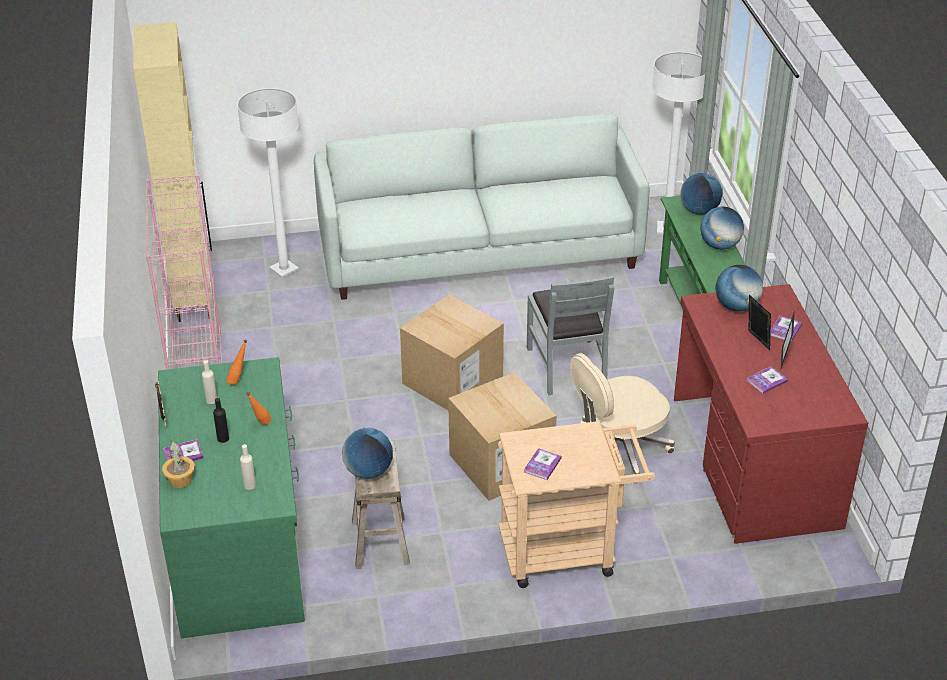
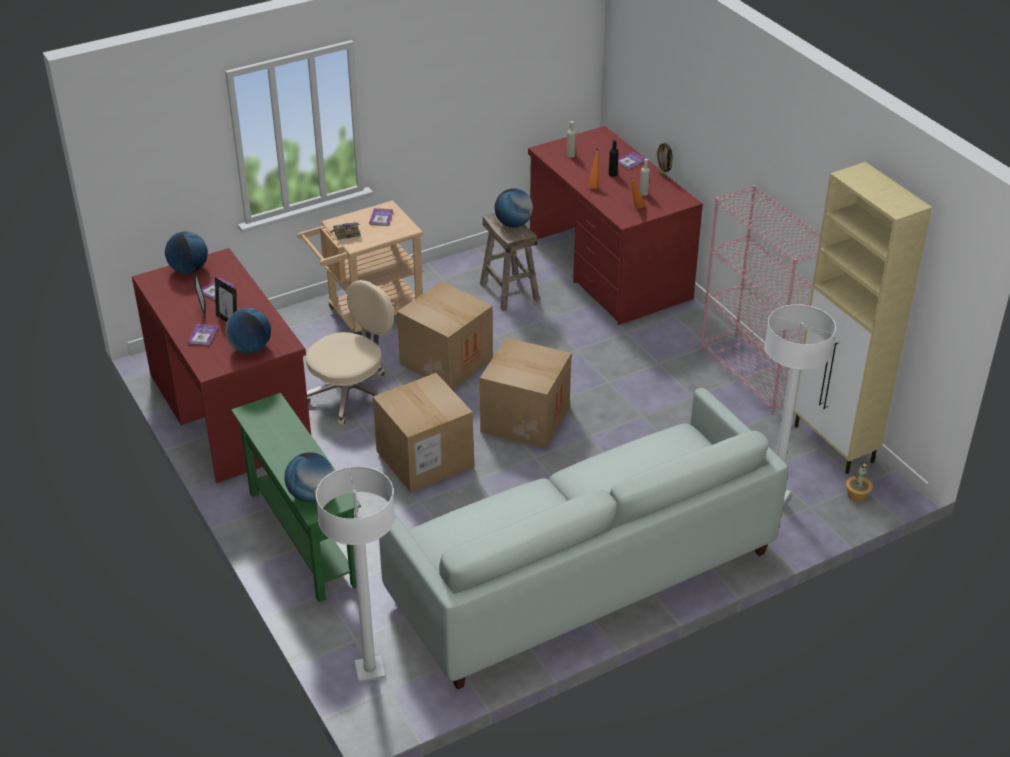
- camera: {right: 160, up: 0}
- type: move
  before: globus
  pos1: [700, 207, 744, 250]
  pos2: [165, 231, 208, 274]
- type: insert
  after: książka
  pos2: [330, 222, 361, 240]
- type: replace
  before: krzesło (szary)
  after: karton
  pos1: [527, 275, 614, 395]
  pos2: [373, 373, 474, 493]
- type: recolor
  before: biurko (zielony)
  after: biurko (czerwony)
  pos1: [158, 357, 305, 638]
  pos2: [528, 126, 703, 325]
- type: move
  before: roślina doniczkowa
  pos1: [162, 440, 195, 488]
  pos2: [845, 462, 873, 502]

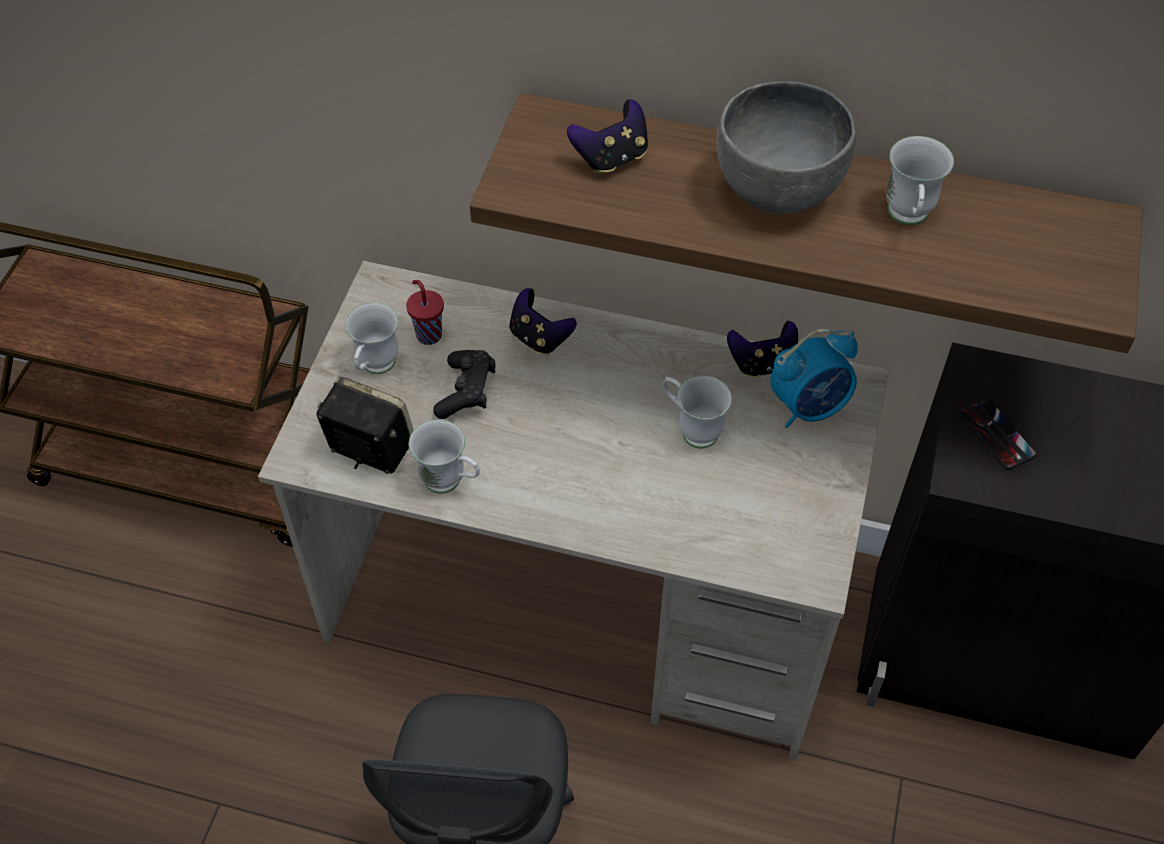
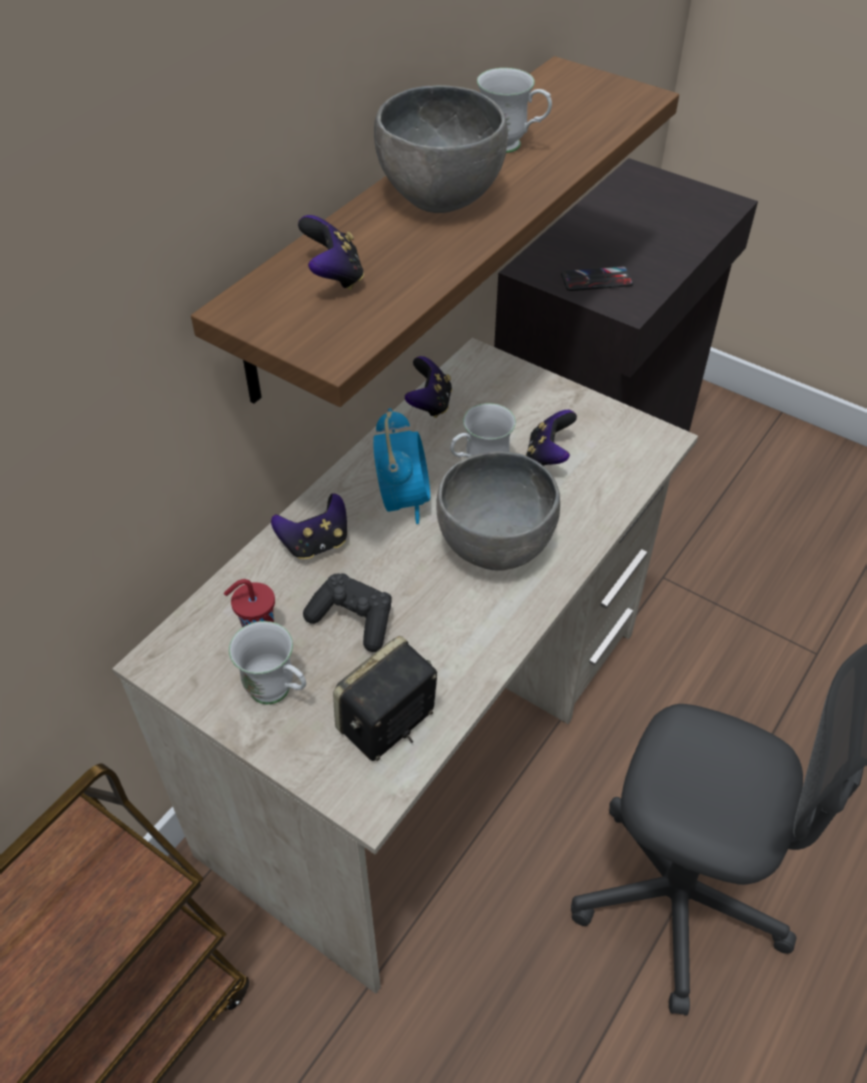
- camera: {right: -70, up: -5}
- type: move
  before: budzik
  pos1: [770, 329, 858, 428]
  pos2: [373, 408, 430, 524]
- type: insert
  after: miska (szary)
  pos2: [436, 451, 560, 571]
- type: insert
  after: pad do gier
  pos2: [526, 410, 577, 466]
- type: delete
  before: kubek (biały)
  pos1: [409, 419, 480, 494]

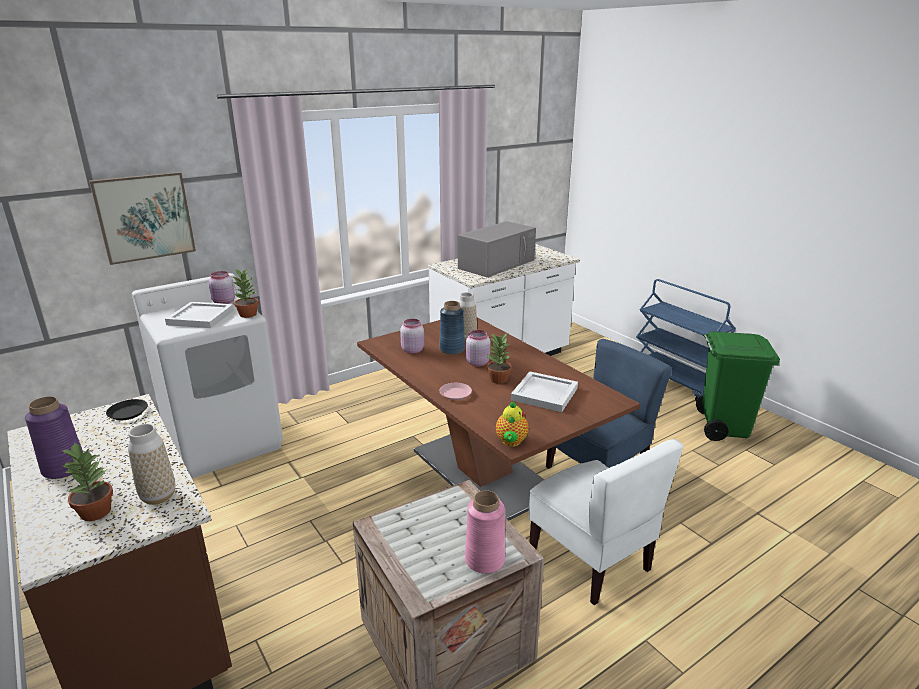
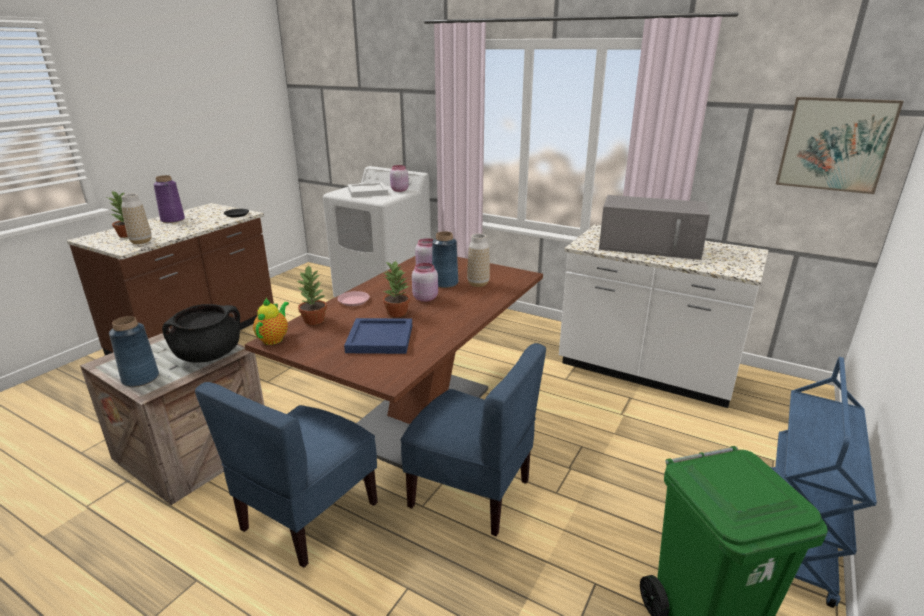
- camera: {right: 65, up: 0}
- type: recolor
  before: wazon (różowy)
  after: wazon (niebieski)
  pos1: [465, 490, 505, 574]
  pos2: [109, 316, 159, 387]
- type: insert
  after: garnek (czarny)
  pos2: [162, 304, 240, 363]
- type: recolor
  before: krzesło (biały)
  after: krzesło (niebieski)
  pos1: [529, 439, 683, 605]
  pos2: [195, 382, 378, 568]
- type: rotate
  before: imbryk
  pos1: [496, 401, 529, 447]
  pos2: [253, 298, 289, 345]
  turn: 120
- type: move
  before: roślina doniczkowa
  pos1: [233, 269, 259, 318]
  pos2: [297, 265, 327, 325]
- type: recolor
  before: taca (biały)
  after: taca (niebieski)
  pos1: [511, 371, 578, 412]
  pos2: [344, 318, 412, 354]
- type: move
  before: obraz
  pos1: [89, 172, 196, 265]
  pos2: [776, 97, 904, 194]

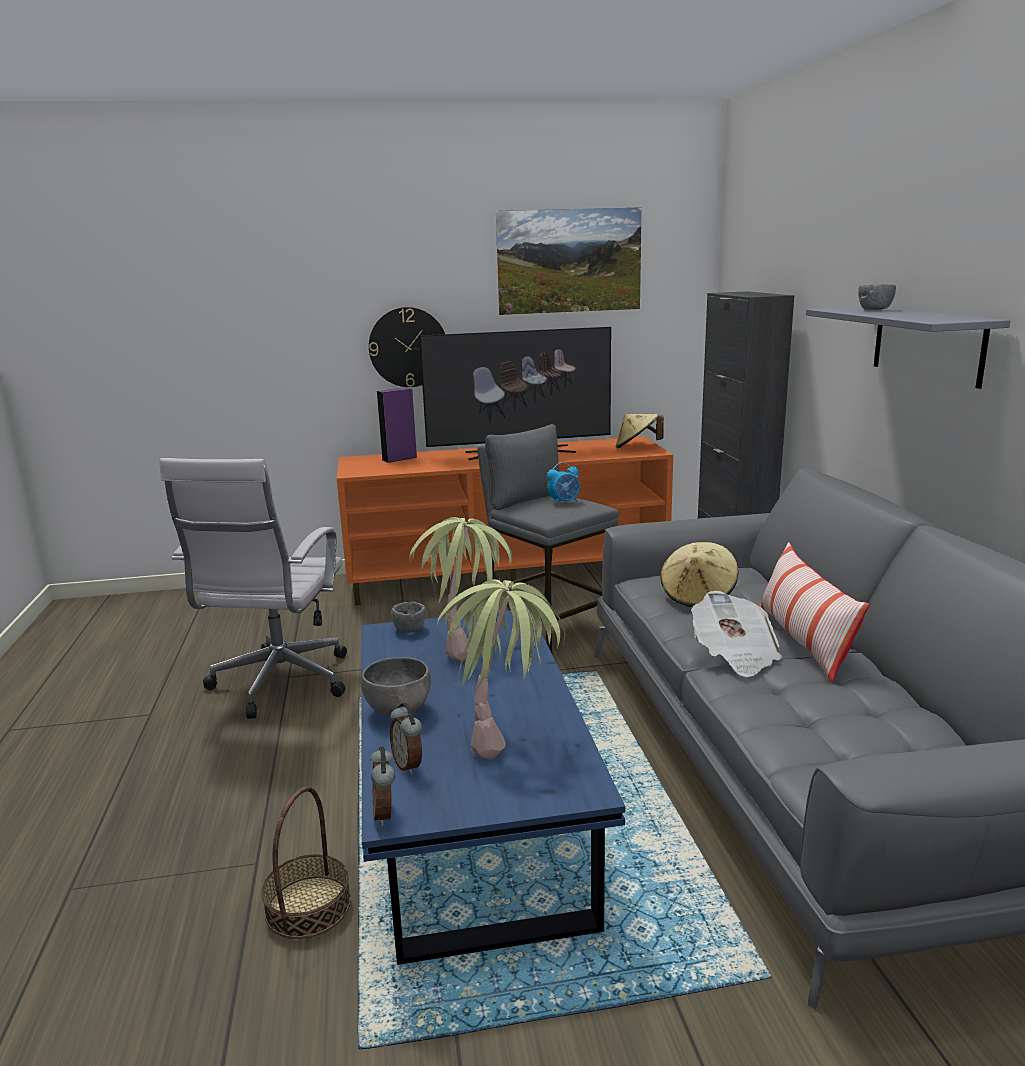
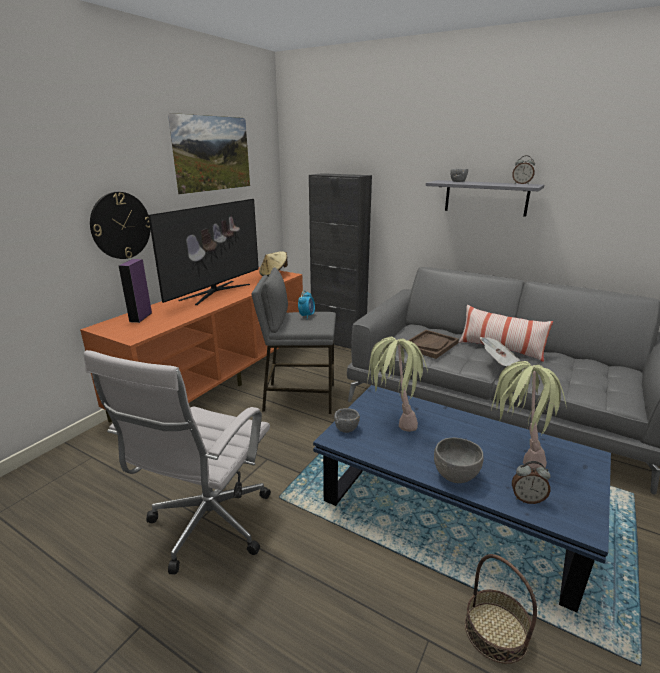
- camera: {right: -50, up: 5}
- type: rotate
  before: krzesło biurowe (biały)
  pos1: [159, 458, 347, 719]
  pos2: [84, 350, 271, 574]
  turn: 60
- type: replace
  before: kapelusz (beżowy)
  after: taca (brązowy)
  pos1: [660, 542, 738, 607]
  pos2: [402, 330, 459, 359]
- type: move
  before: budzik
  pos1: [369, 747, 395, 826]
  pos2: [512, 155, 535, 184]

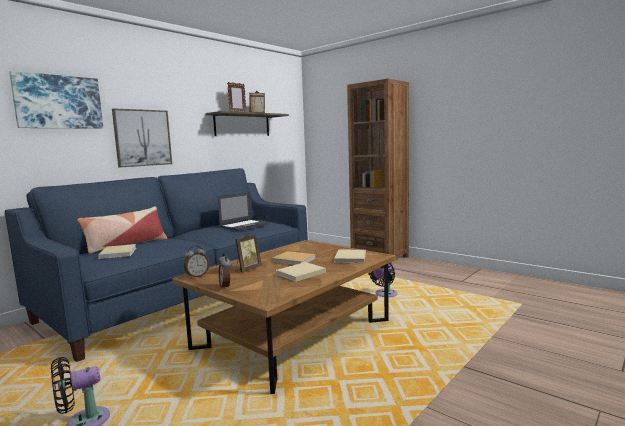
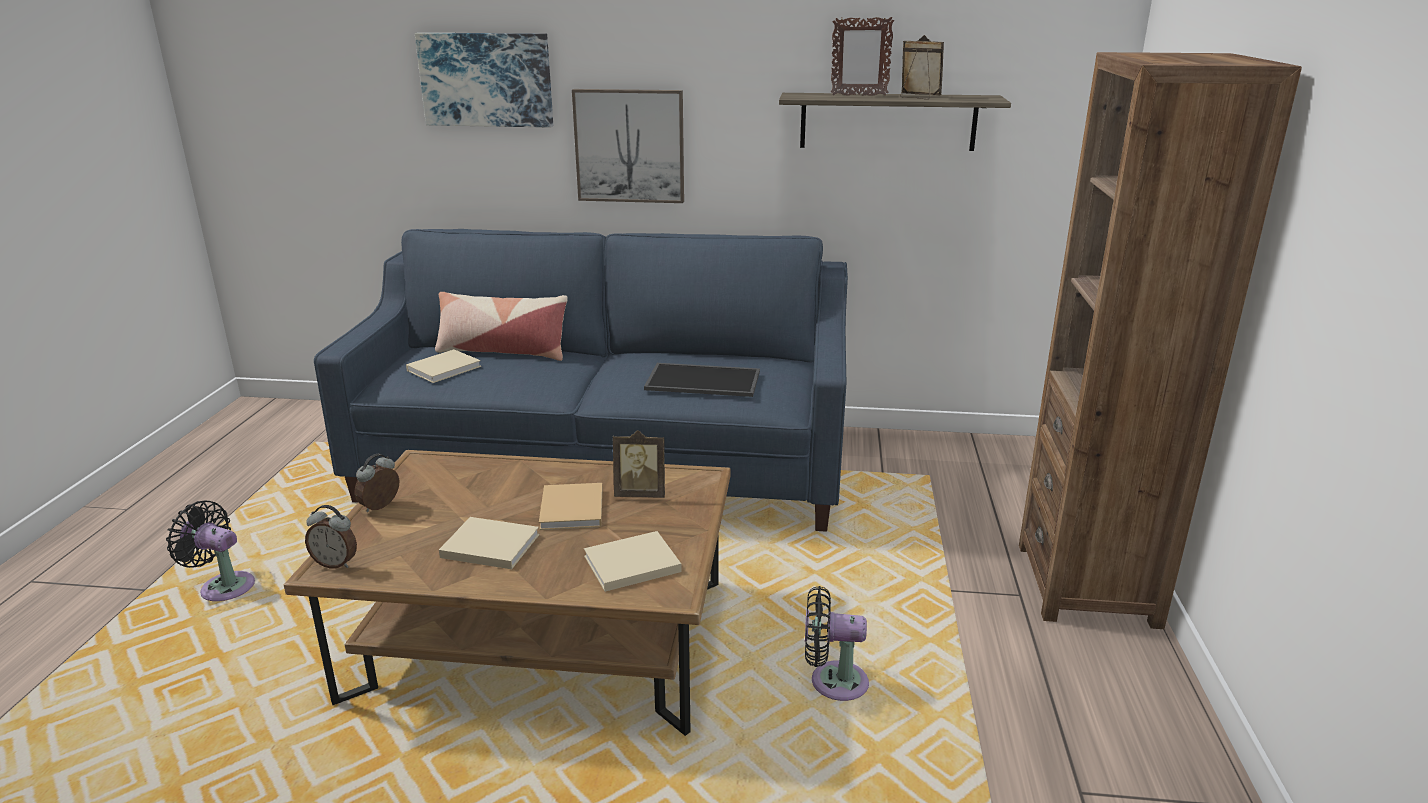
- camera: {right: 55, up: 15}
- type: move
  before: budzik
  pos1: [184, 245, 209, 278]
  pos2: [305, 505, 357, 568]
- type: move
  before: ramka na zdjęcie
  pos1: [235, 233, 262, 272]
  pos2: [613, 430, 665, 498]
- type: replace
  before: laptop
  after: taca
  pos1: [218, 192, 269, 231]
  pos2: [644, 363, 760, 397]

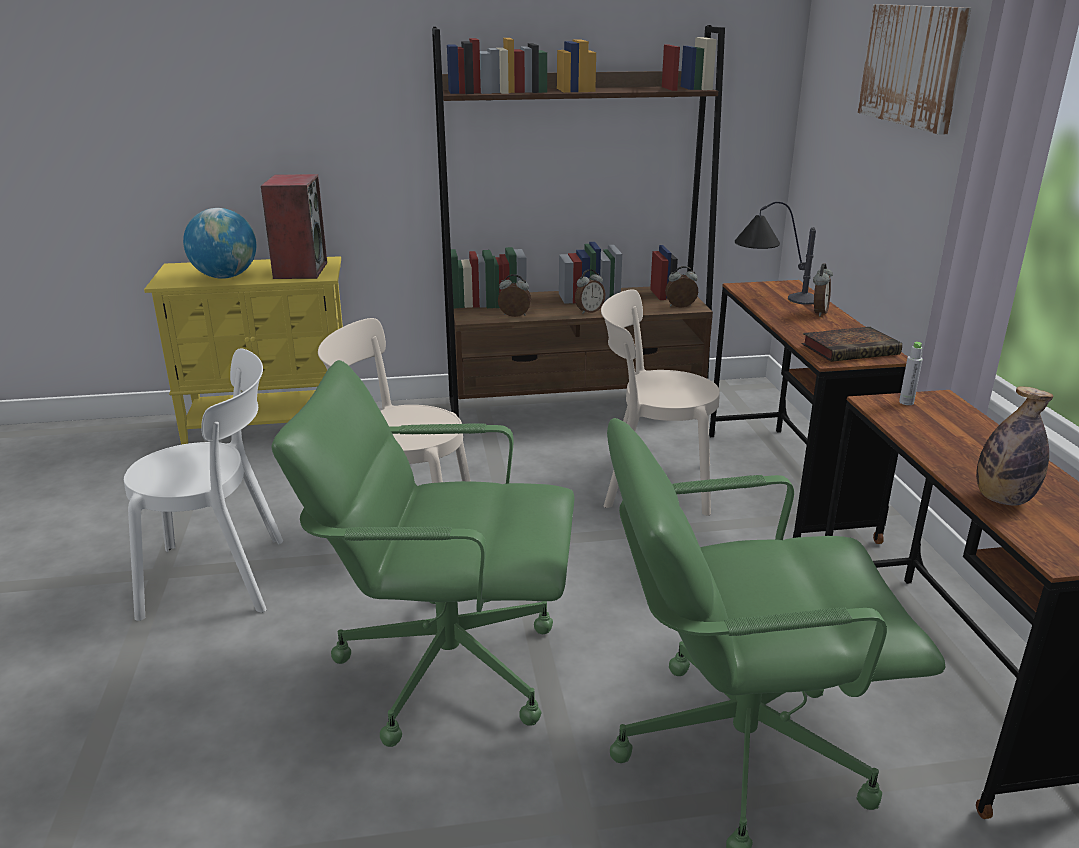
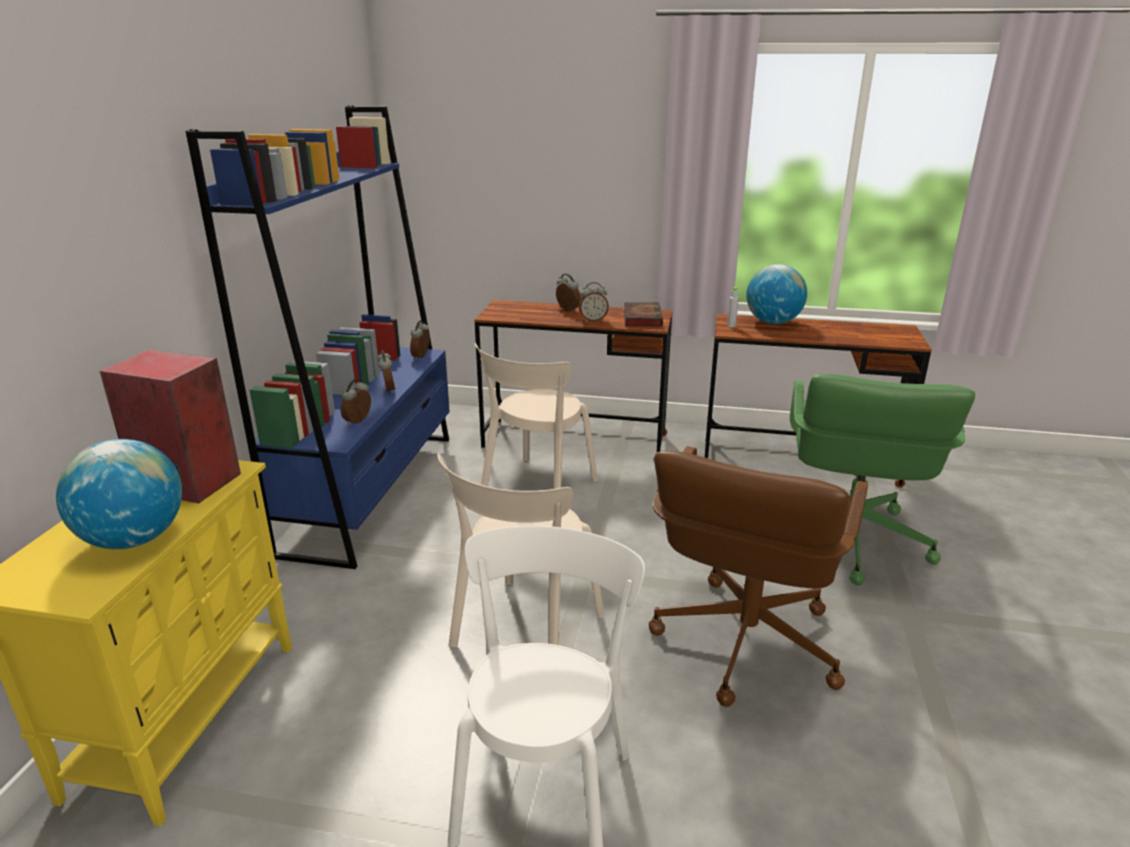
- camera: {right: -70, up: 0}
- type: recolor
  before: regał (brązowy)
  after: regał (niebieski)
  pos1: [432, 25, 725, 417]
  pos2: [186, 106, 450, 569]
- type: insert
  after: budzik
  pos2: [579, 282, 609, 322]
- type: recolor
  before: krzesło biurowe (zielony)
  after: krzesło biurowe (brązowy)
  pos1: [271, 360, 574, 747]
  pos2: [649, 446, 868, 707]
- type: insert
  after: globus
  pos2: [746, 264, 807, 324]
- type: delete
  before: lampa stołowa
  pos1: [735, 202, 816, 305]
- type: delete
  before: obraz
  pos1: [858, 4, 971, 135]
- type: delete
  before: butelka
  pos1: [976, 386, 1053, 506]

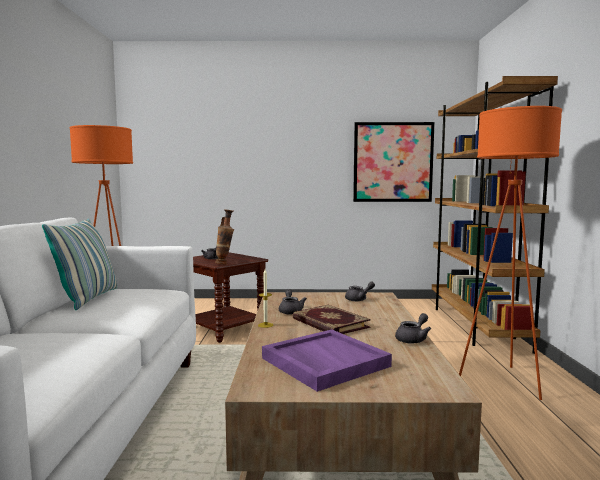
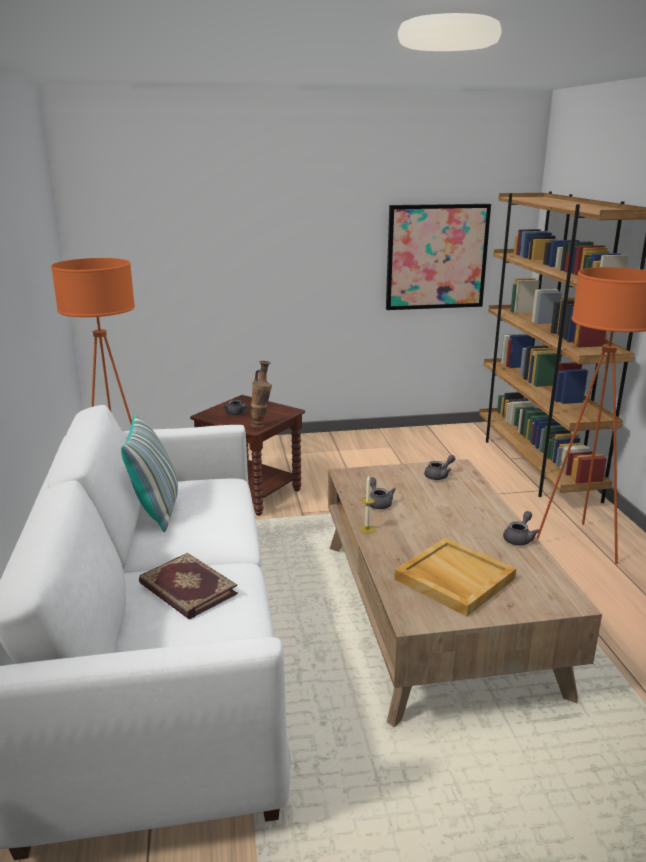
- camera: {right: -10, up: 15}
- type: move
  before: książka
  pos1: [293, 305, 371, 334]
  pos2: [139, 553, 238, 619]
- type: recolor
  before: taca (fioletowy)
  after: taca (beżowy)
  pos1: [262, 329, 392, 392]
  pos2: [395, 537, 516, 617]

